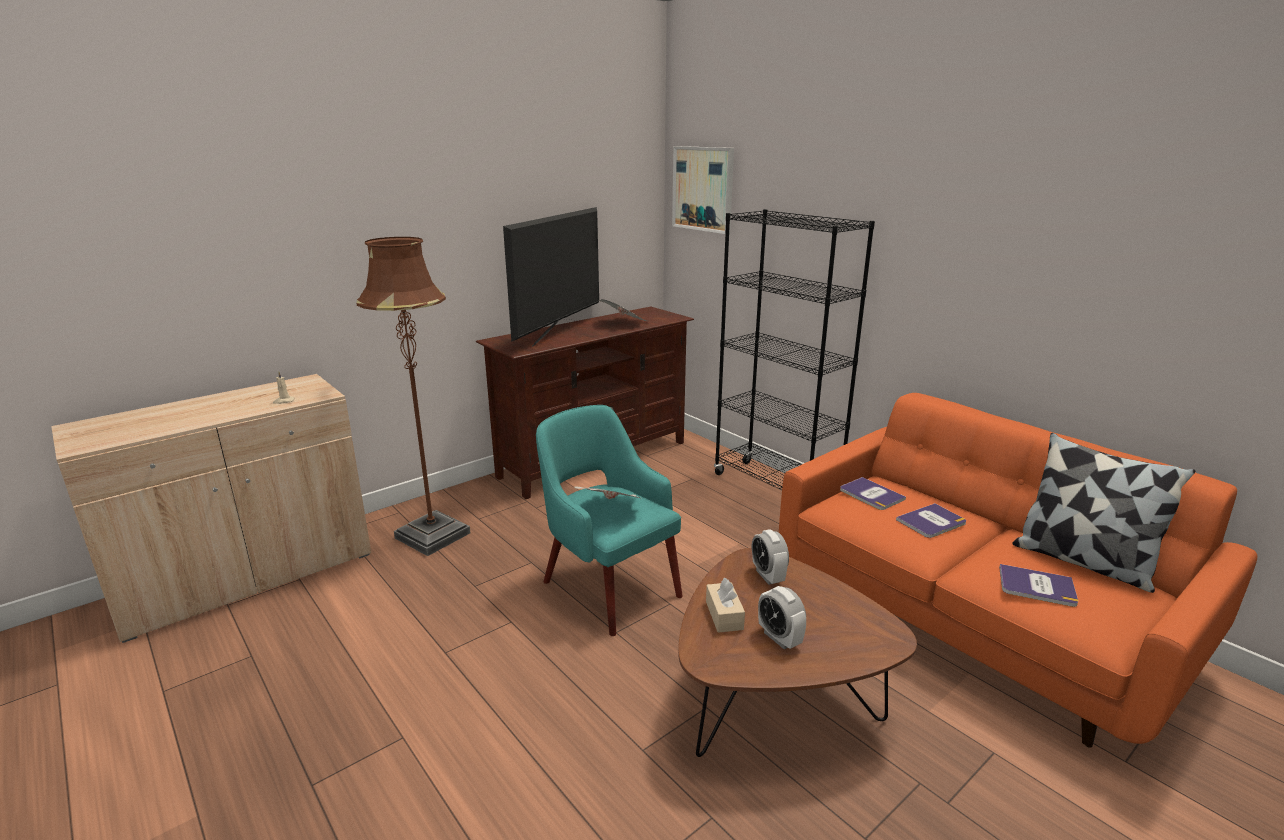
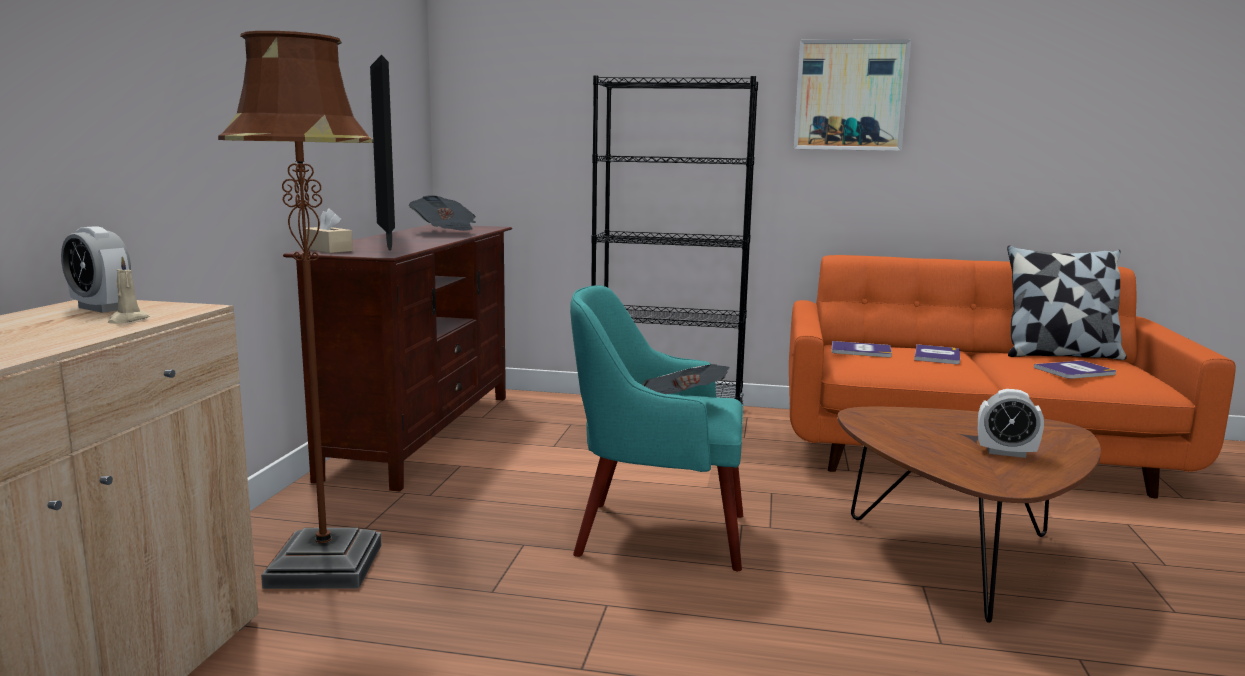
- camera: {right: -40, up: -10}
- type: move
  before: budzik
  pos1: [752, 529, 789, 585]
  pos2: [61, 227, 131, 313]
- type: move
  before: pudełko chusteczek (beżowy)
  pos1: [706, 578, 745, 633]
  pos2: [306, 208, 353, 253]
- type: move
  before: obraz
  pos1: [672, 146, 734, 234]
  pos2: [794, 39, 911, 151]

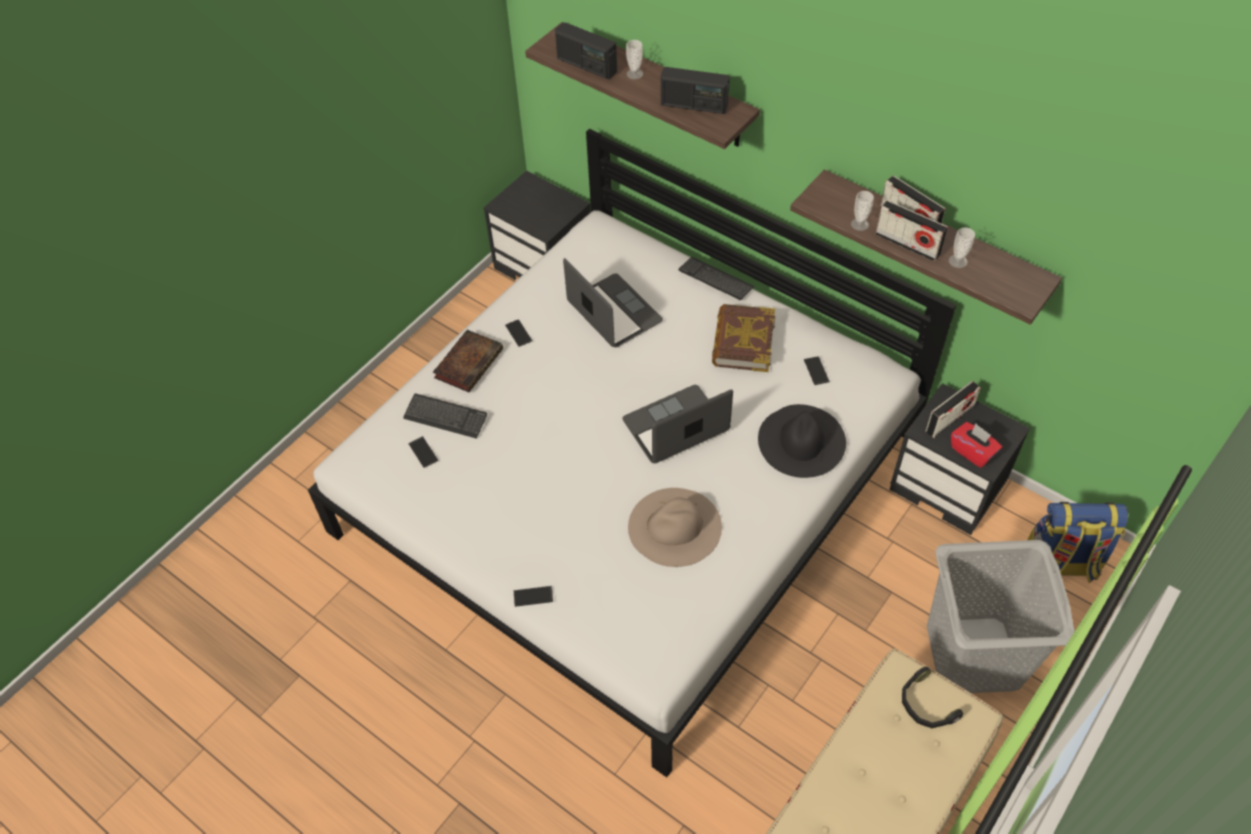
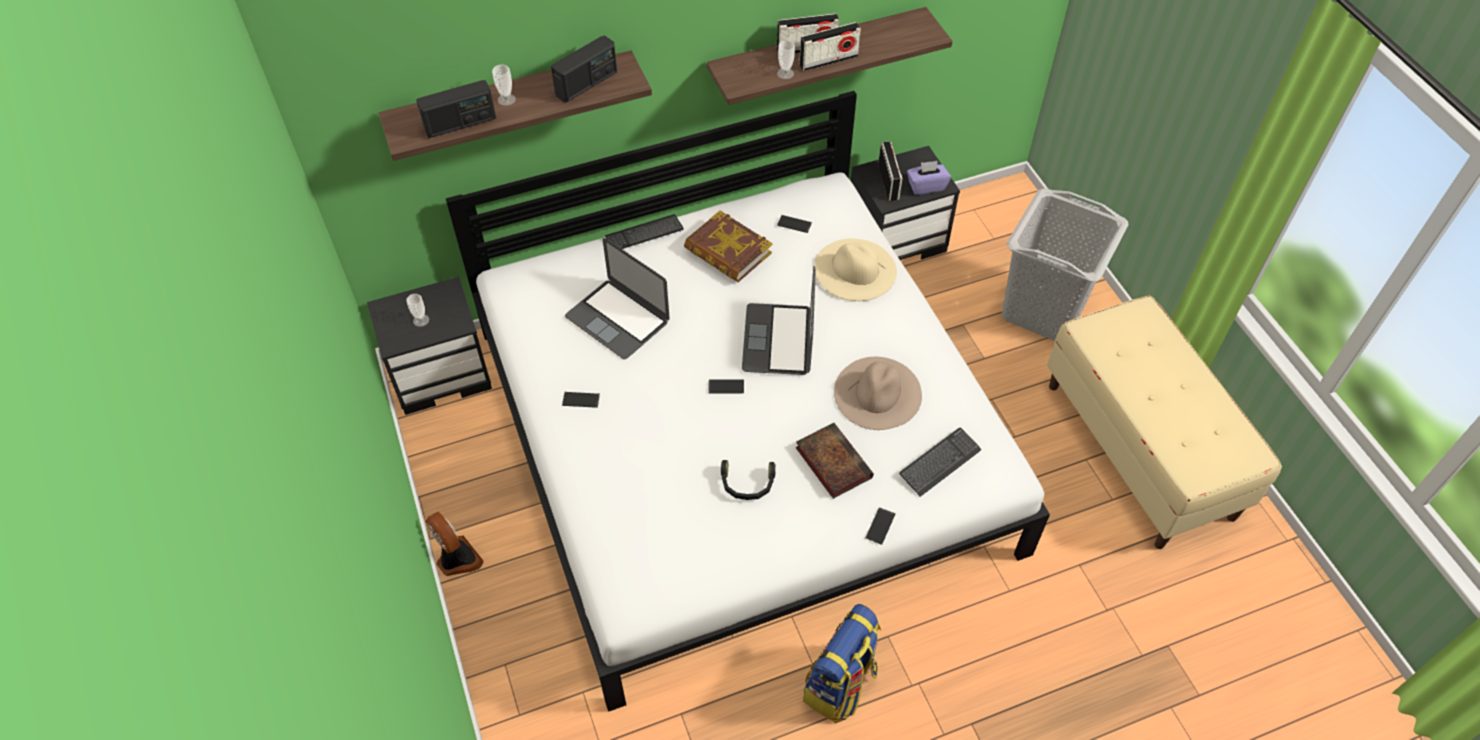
- camera: {right: -60, up: 0}
- type: move
  before: filiżanka
  pos1: [949, 228, 975, 268]
  pos2: [406, 294, 429, 327]
- type: insert
  after: wentylator
  pos2: [426, 511, 484, 576]
- type: rotate
  before: laptop
  pos1: [563, 258, 663, 347]
  pos2: [565, 238, 670, 359]
  turn: -135
- type: move
  before: telefon
  pos1: [408, 436, 439, 468]
  pos2: [708, 380, 744, 393]
- type: move
  before: słuchawki (czarny)
  pos1: [902, 667, 963, 728]
  pos2: [721, 460, 776, 500]
- type: move
  before: książka
  pos1: [433, 330, 503, 392]
  pos2: [796, 423, 874, 499]
- type: move
  before: plecak
  pos1: [1028, 502, 1128, 583]
  pos2: [803, 604, 881, 723]
- type: recolor
  before: kapelusz (czarny)
  after: kapelusz (beżowy)
  pos1: [758, 404, 846, 478]
  pos2: [815, 239, 897, 301]
- type: move
  before: klawiatura
  pos1: [403, 394, 487, 439]
  pos2: [899, 428, 981, 497]
- type: recolor
  before: pudełko chusteczek (czerwony)
  after: pudełko chusteczek (fioletowy)
  pos1: [951, 422, 1002, 468]
  pos2: [907, 161, 951, 195]

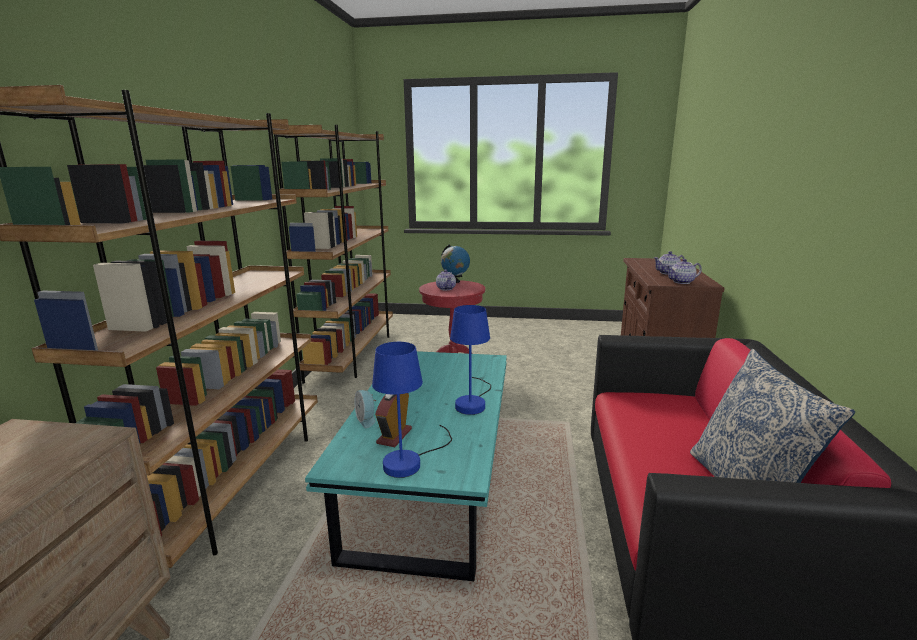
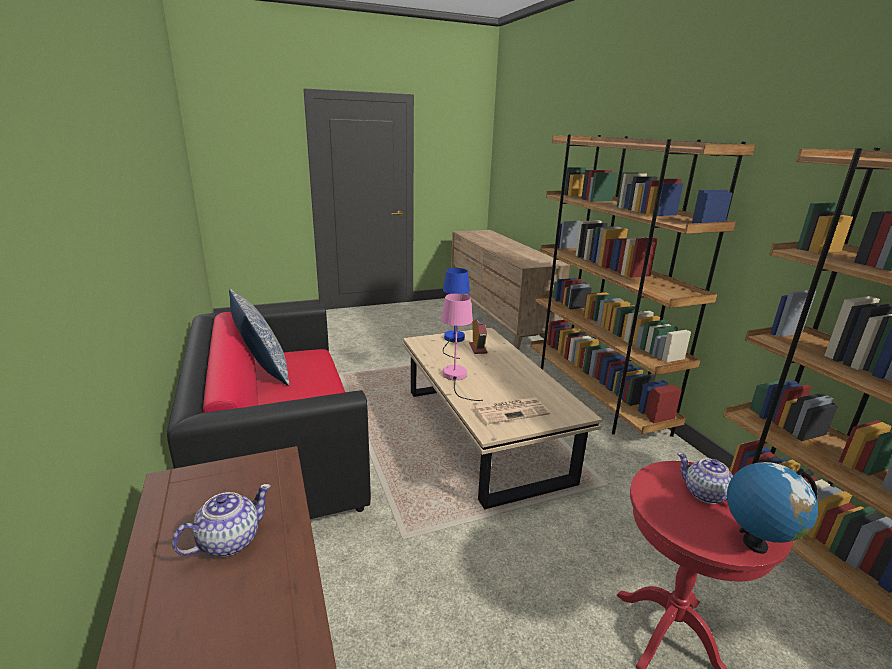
- camera: {right: 150, up: 5}
- type: recolor
  before: ława (turkusowy)
  after: ława (beżowy)
  pos1: [305, 351, 507, 581]
  pos2: [403, 327, 603, 509]
- type: recolor
  before: lampa stołowa (niebieski)
  after: lampa stołowa (różowy)
  pos1: [450, 305, 491, 415]
  pos2: [441, 293, 483, 401]
- type: insert
  after: gazeta
  pos2: [473, 397, 550, 425]
- type: delete
  before: budzik
  pos1: [354, 390, 376, 428]
- type: delete
  before: imbryk
  pos1: [666, 259, 702, 284]

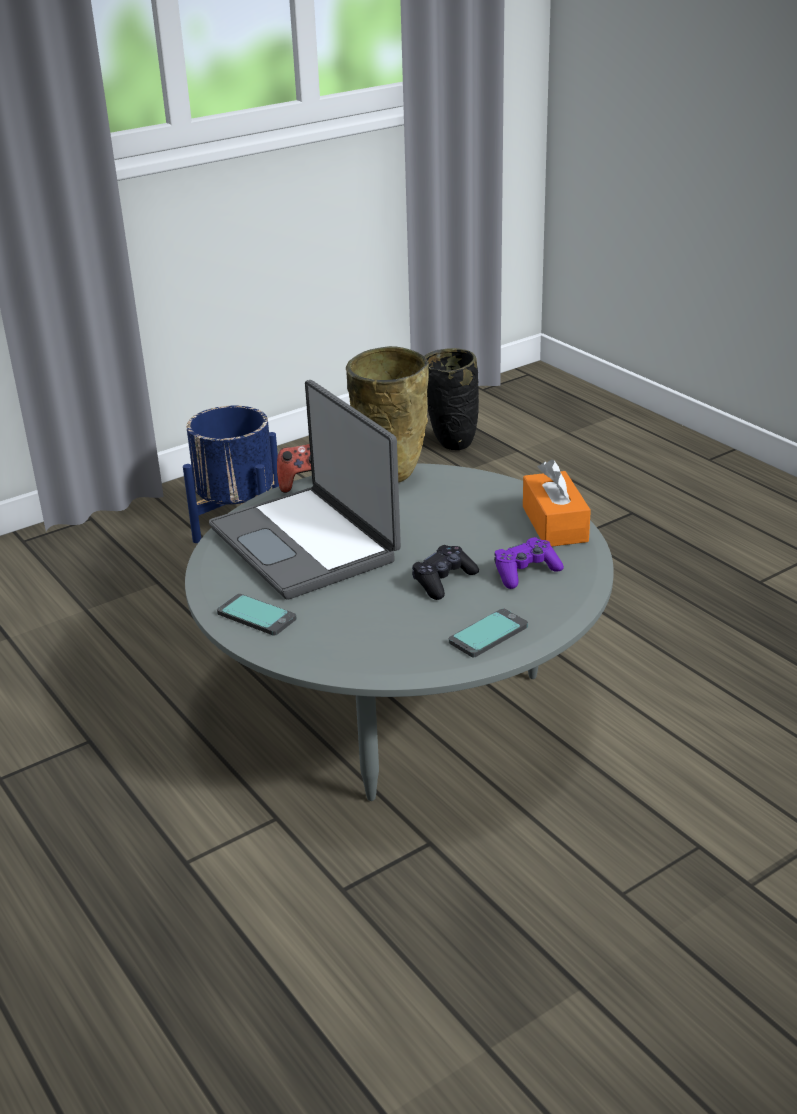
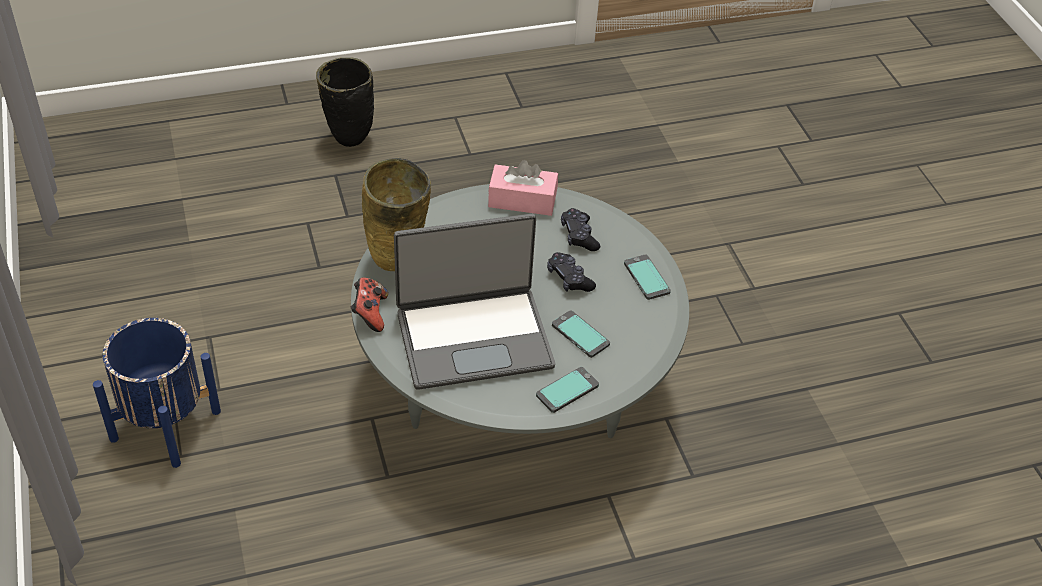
- camera: {right: -75, up: 15}
- type: move
  before: wazon (czarny)
  pos1: [425, 348, 479, 450]
  pos2: [316, 57, 374, 147]
- type: recolor
  before: pudełko chusteczek (pomarańczowy)
  after: pudełko chusteczek (różowy)
  pos1: [523, 459, 591, 547]
  pos2: [488, 160, 558, 216]
- type: insert
  after: telefon
  pos2: [552, 310, 610, 358]
- type: recolor
  before: pad do gier (fioletowy)
  after: pad do gier (czarny)
  pos1: [494, 537, 564, 589]
  pos2: [561, 208, 600, 251]

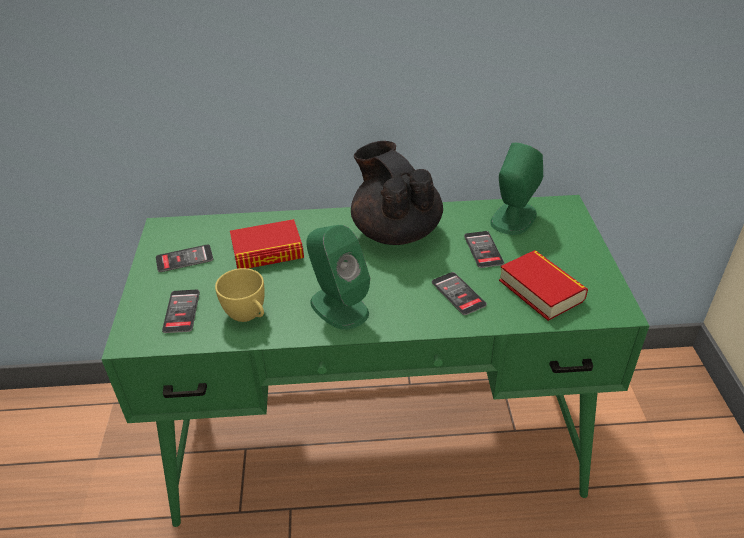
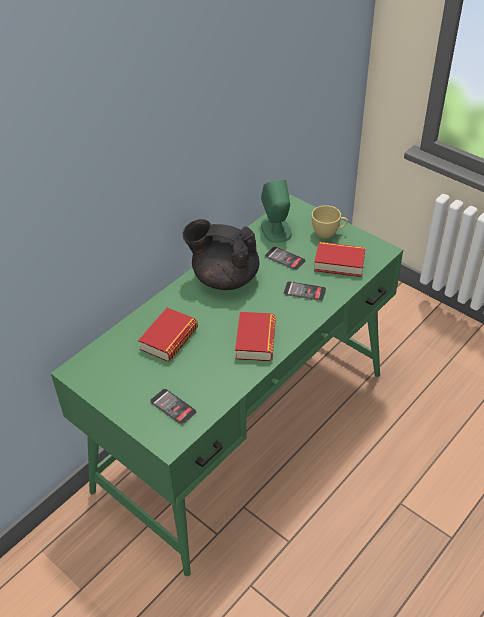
- camera: {right: -45, up: 5}
- type: replace
  before: głośnik (zielony)
  after: książka
  pos1: [306, 225, 370, 330]
  pos2: [235, 312, 276, 361]
- type: move
  before: filiżanka (żółty)
  pos1: [215, 268, 265, 322]
  pos2: [312, 205, 348, 239]
- type: delete
  before: telefon
  pos1: [156, 244, 213, 272]

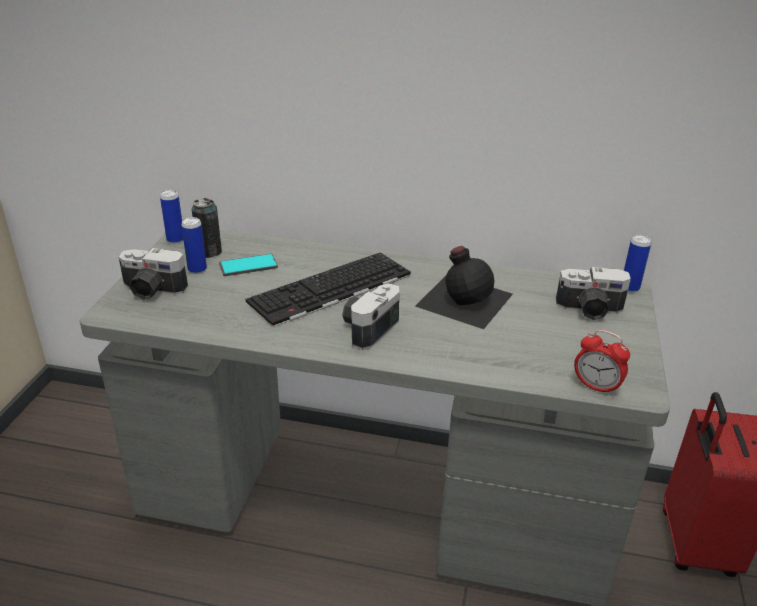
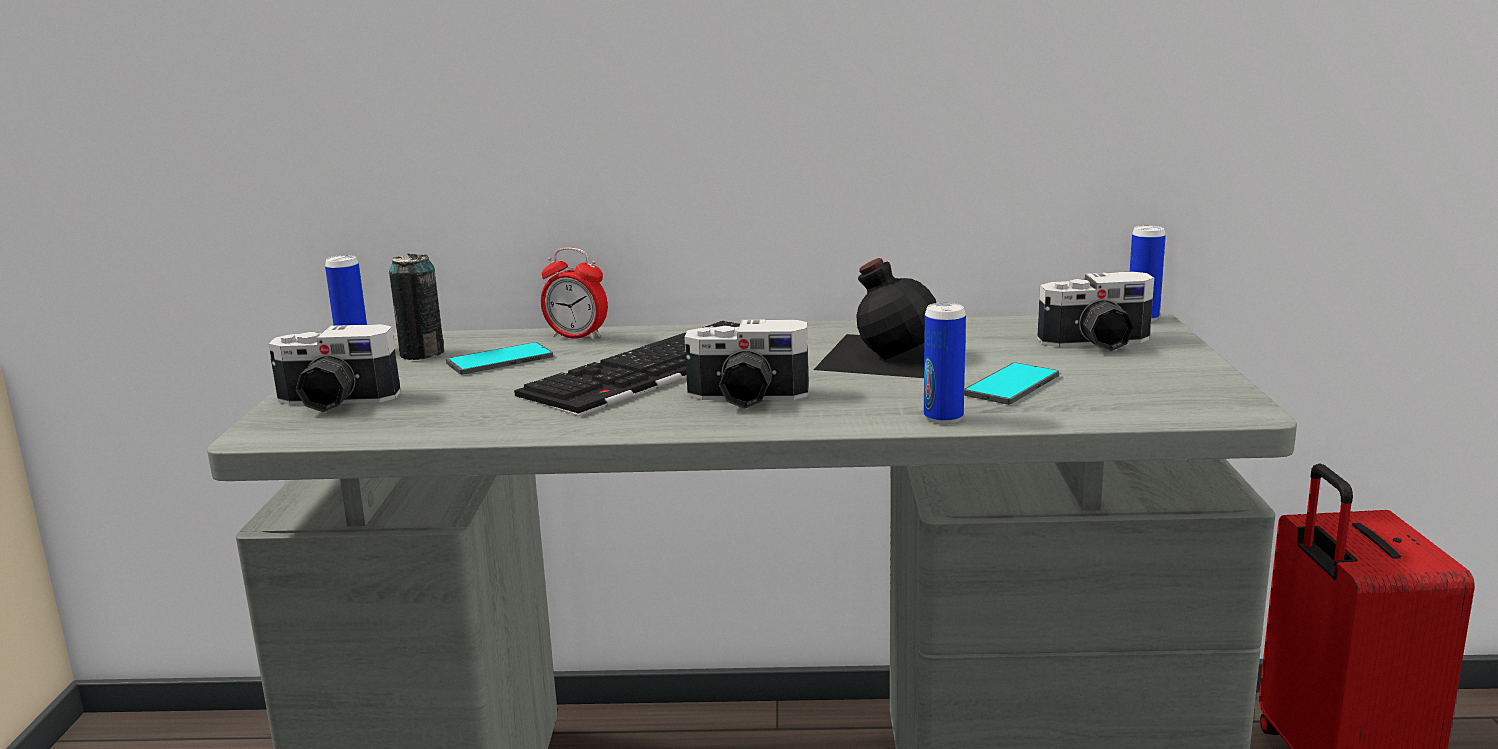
- camera: {right: -10, up: -15}
- type: move
  before: budzik
  pos1: [574, 330, 630, 396]
  pos2: [541, 247, 608, 341]
- type: rotate
  before: aparat fotograficzny
  pos1: [342, 283, 399, 350]
  pos2: [684, 319, 809, 409]
  turn: -105
- type: move
  before: puszka
  pos1: [181, 217, 207, 274]
  pos2: [924, 302, 966, 424]
- type: insert
  after: telefon
  pos2: [964, 362, 1059, 405]

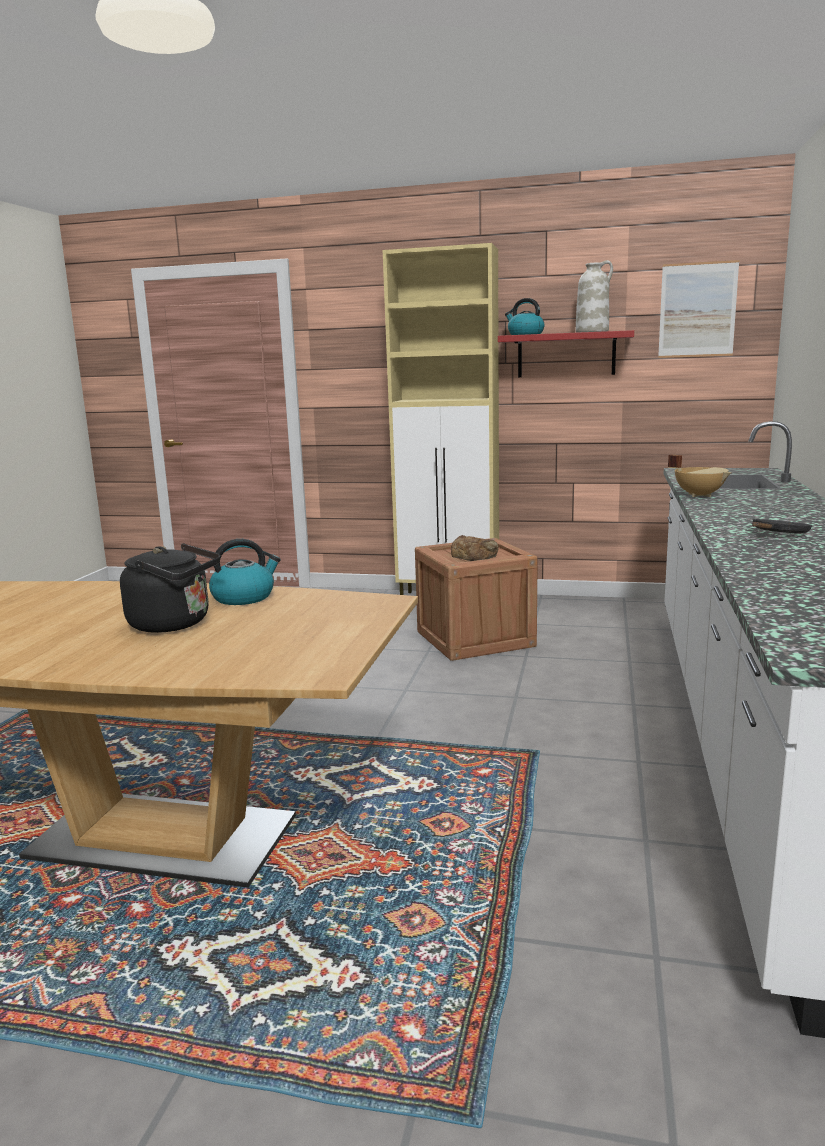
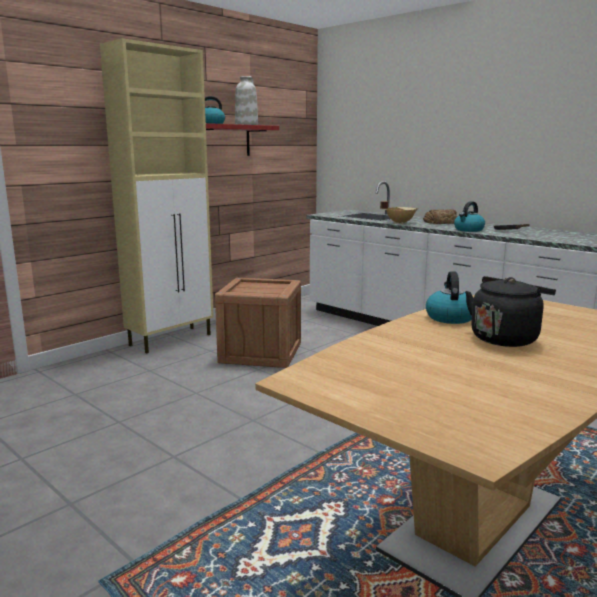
- camera: {right: -60, up: 0}
- type: move
  before: chleb
  pos1: [451, 535, 498, 561]
  pos2: [423, 209, 457, 224]
- type: insert
  after: czajnik
  pos2: [454, 201, 485, 232]
- type: delete
  before: obraz
  pos1: [658, 260, 739, 358]

